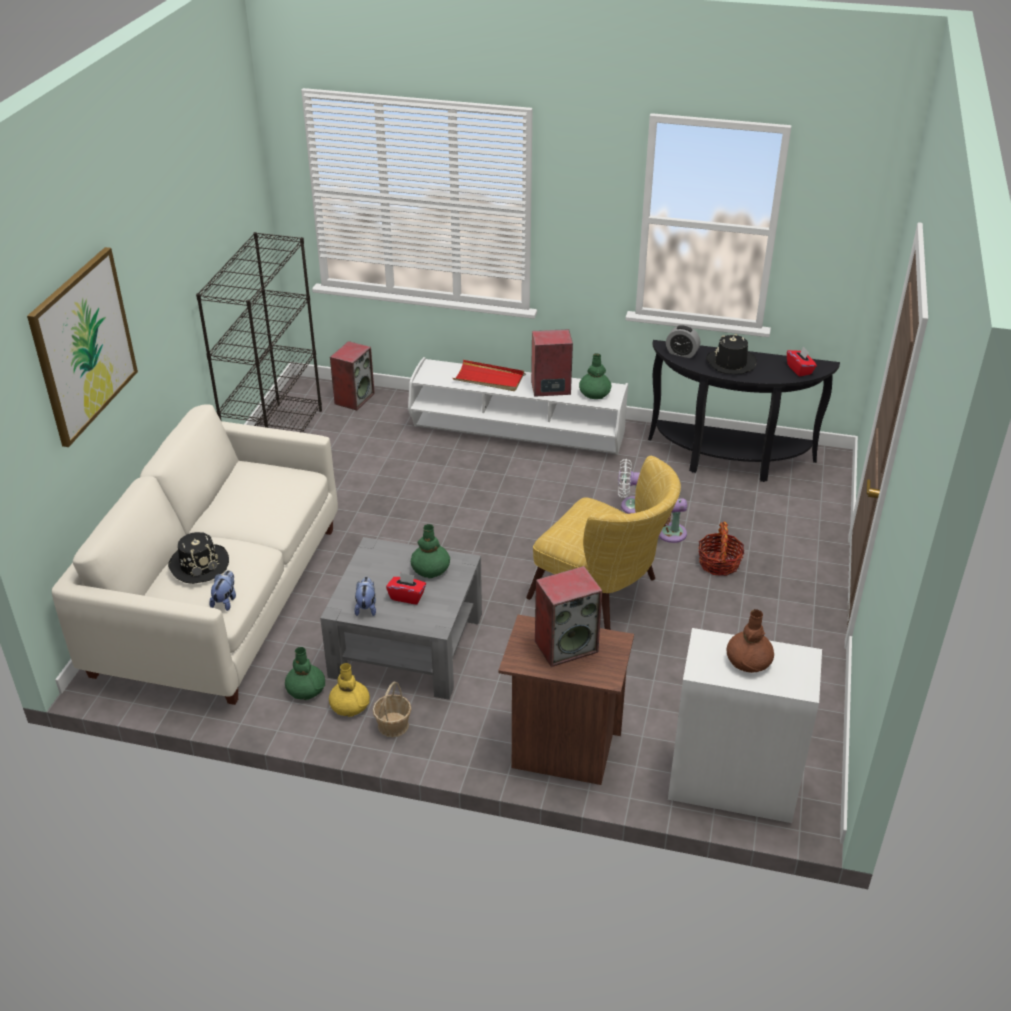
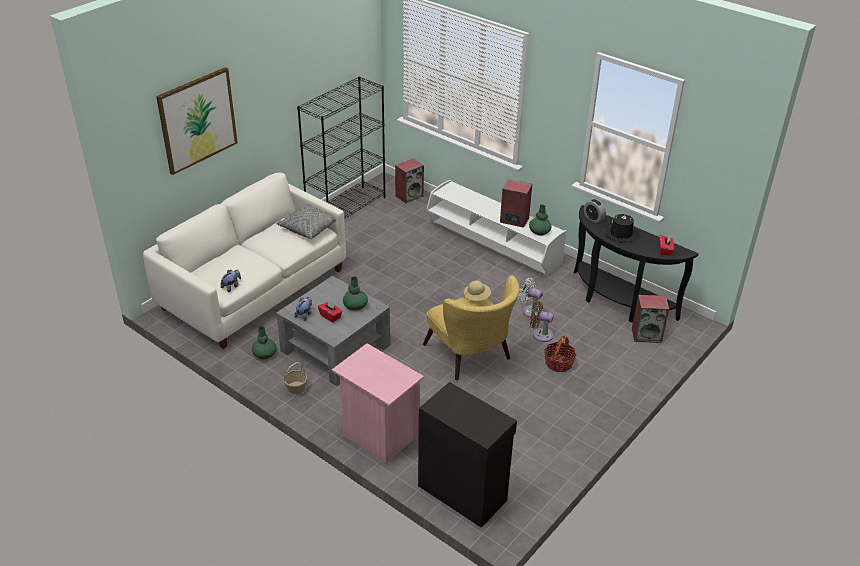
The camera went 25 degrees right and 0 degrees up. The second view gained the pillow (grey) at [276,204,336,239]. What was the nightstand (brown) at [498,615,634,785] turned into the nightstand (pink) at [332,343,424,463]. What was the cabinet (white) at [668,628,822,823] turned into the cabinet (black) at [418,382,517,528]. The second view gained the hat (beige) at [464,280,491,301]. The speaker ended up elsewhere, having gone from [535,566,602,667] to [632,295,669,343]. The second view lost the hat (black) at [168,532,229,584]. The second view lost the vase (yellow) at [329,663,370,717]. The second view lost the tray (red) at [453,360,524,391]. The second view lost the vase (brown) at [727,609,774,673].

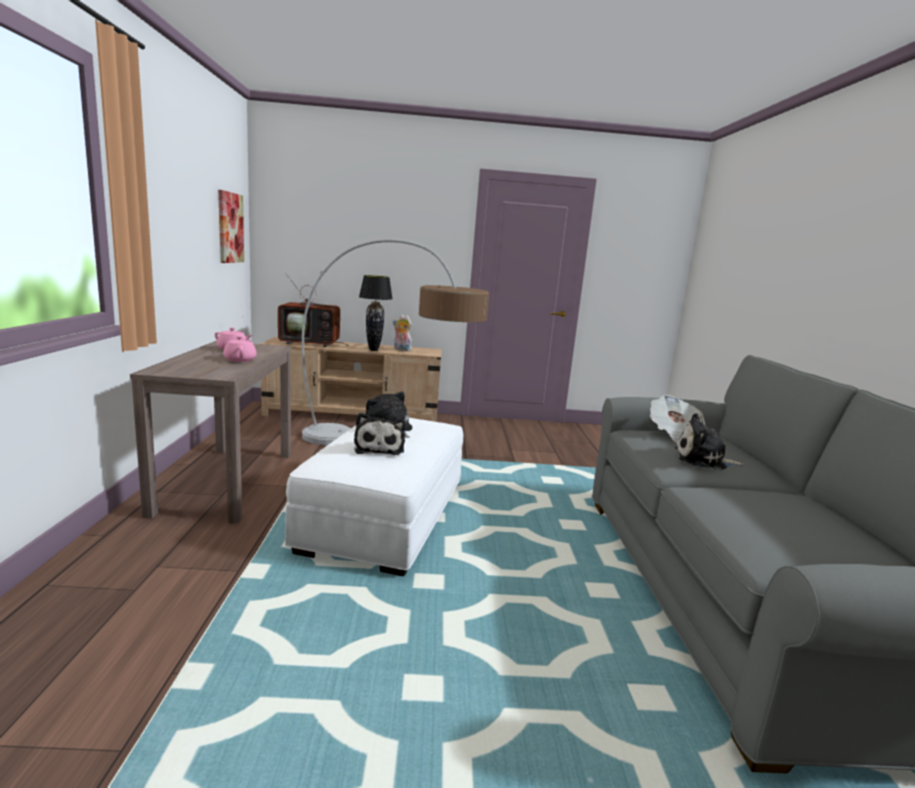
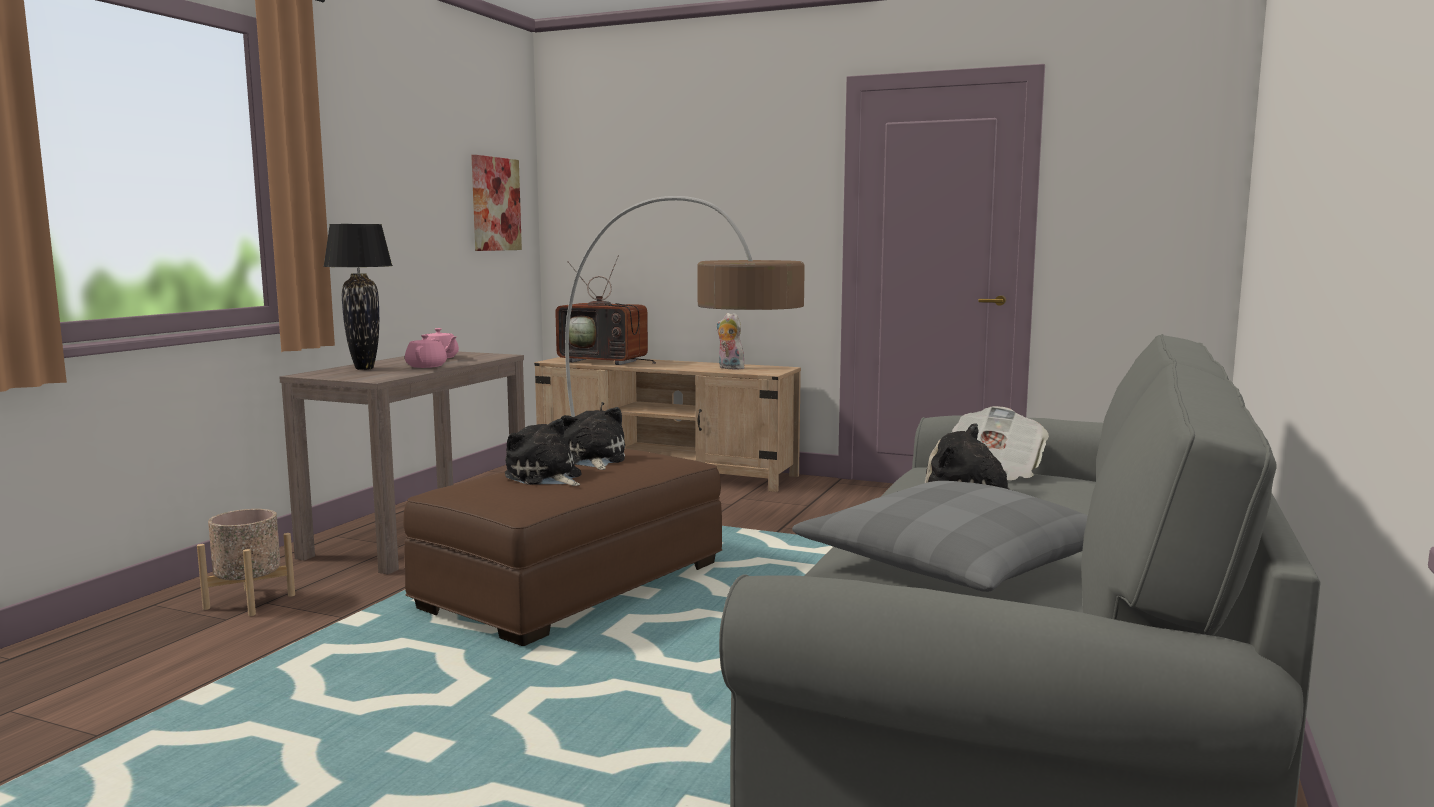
The camera went 25 degrees right and 5 degrees down. The second view gained the planter (beige) at [197,509,295,616]. The table lamp (black) ended up elsewhere, having gone from [359,275,393,351] to [323,224,393,370]. What was the ottoman (white) at [285,417,463,576] turned into the ottoman (brown) at [403,449,722,646]. The plush toy at [354,413,406,455] ended up facing another way, 120 degrees clockwise from before. The second view gained the pillow (grey) at [792,481,1088,592].

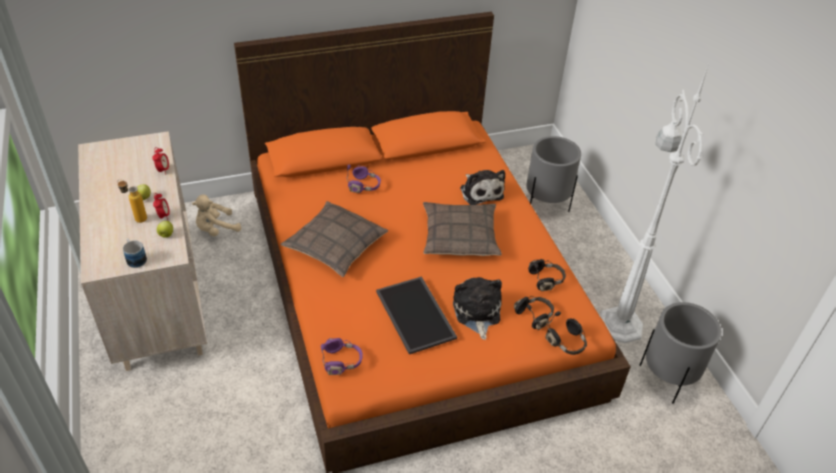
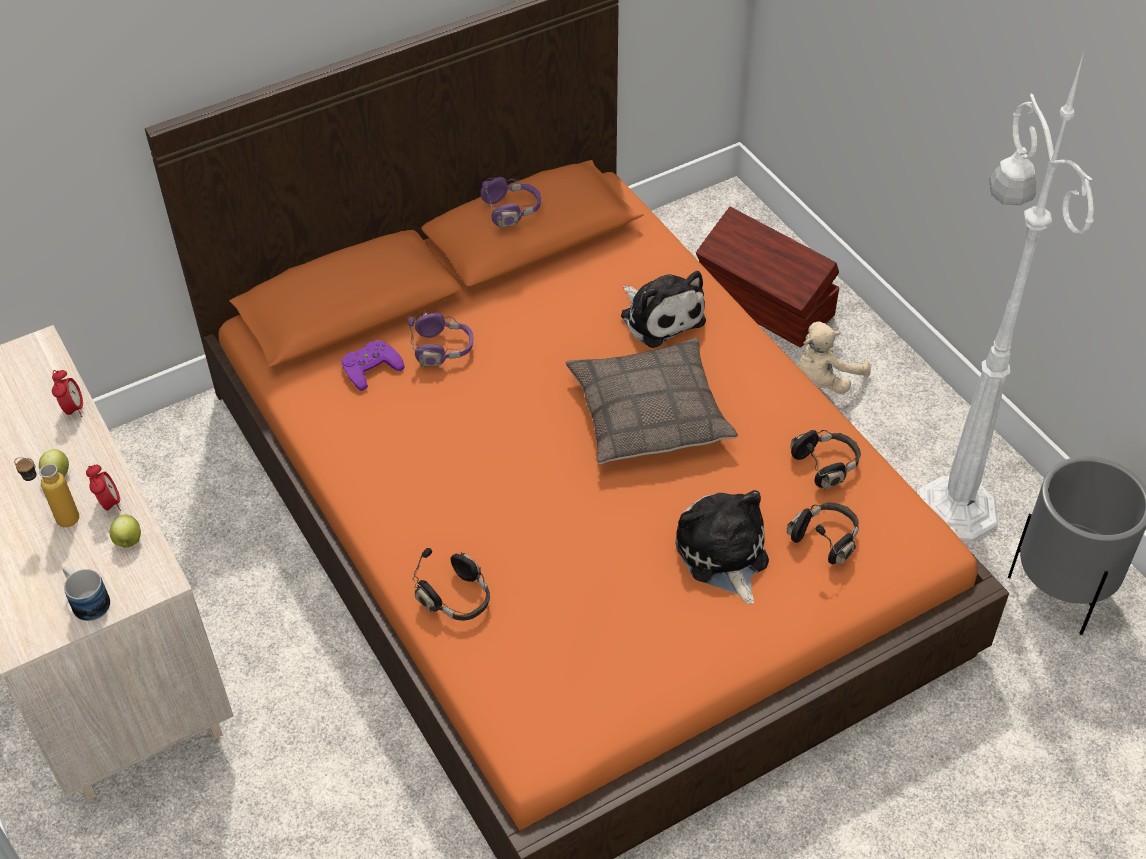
The camera went 10 degrees left and 5 degrees up. The second view gained the game controller (purple) at [341,340,405,391]. The headphones (black) ended up elsewhere, having gone from [545,311,587,355] to [412,548,490,620]. The headphones (purple) ended up elsewhere, having gone from [321,338,363,375] to [481,177,541,228]. Where the planter (grey) stood at [526,136,581,212], the storage box (brown) came to stand at [696,207,840,348]. The plush toy (beige) ended up elsewhere, having gone from [192,195,241,236] to [798,322,871,394]. The second view lost the pillow at [281,201,388,277]. The second view lost the tray at [376,276,457,354].

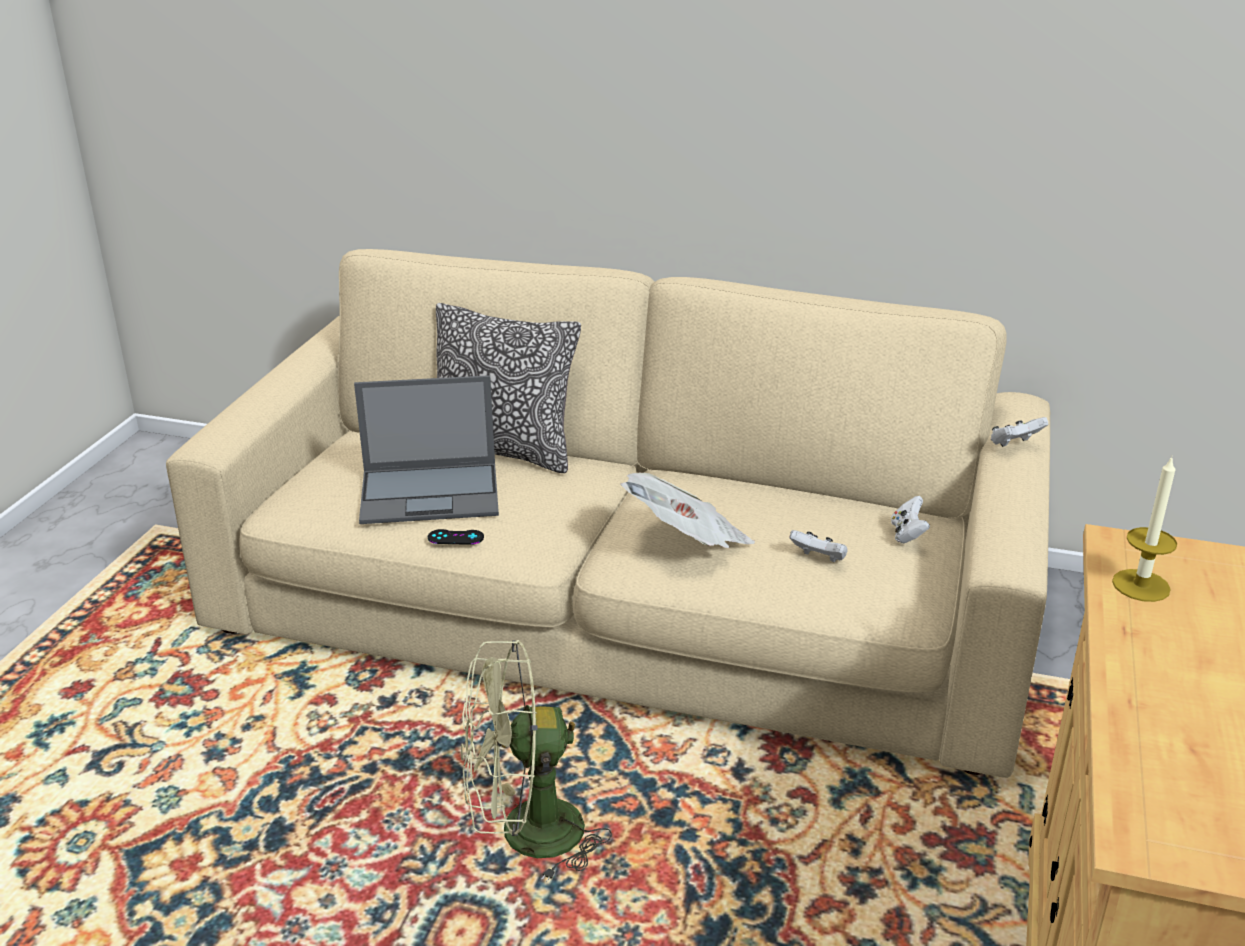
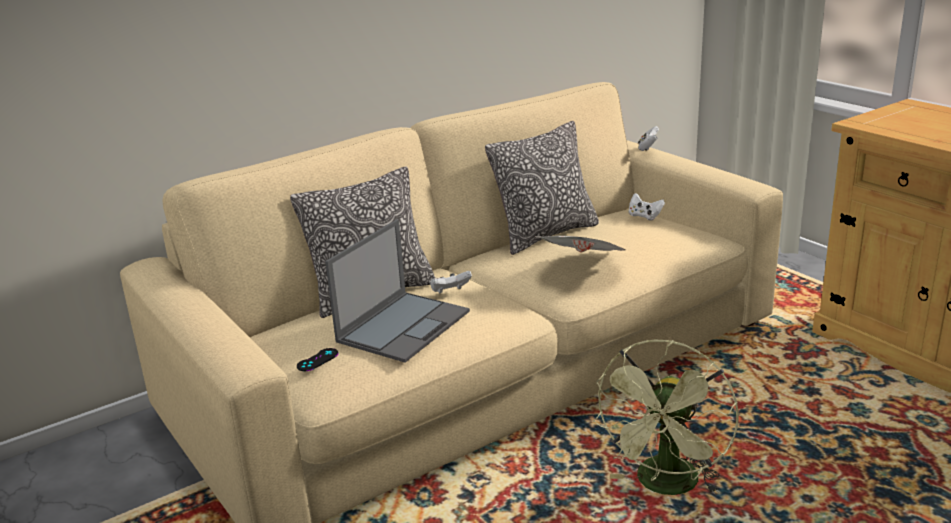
The camera went 50 degrees left and 5 degrees down. The game controller (black) ended up elsewhere, having gone from [428,529,484,545] to [297,348,338,371]. The game controller (white) ended up elsewhere, having gone from [790,530,848,562] to [430,271,472,294]. The second view gained the pillow at [485,121,599,255]. The second view lost the candle at [1112,456,1178,602].

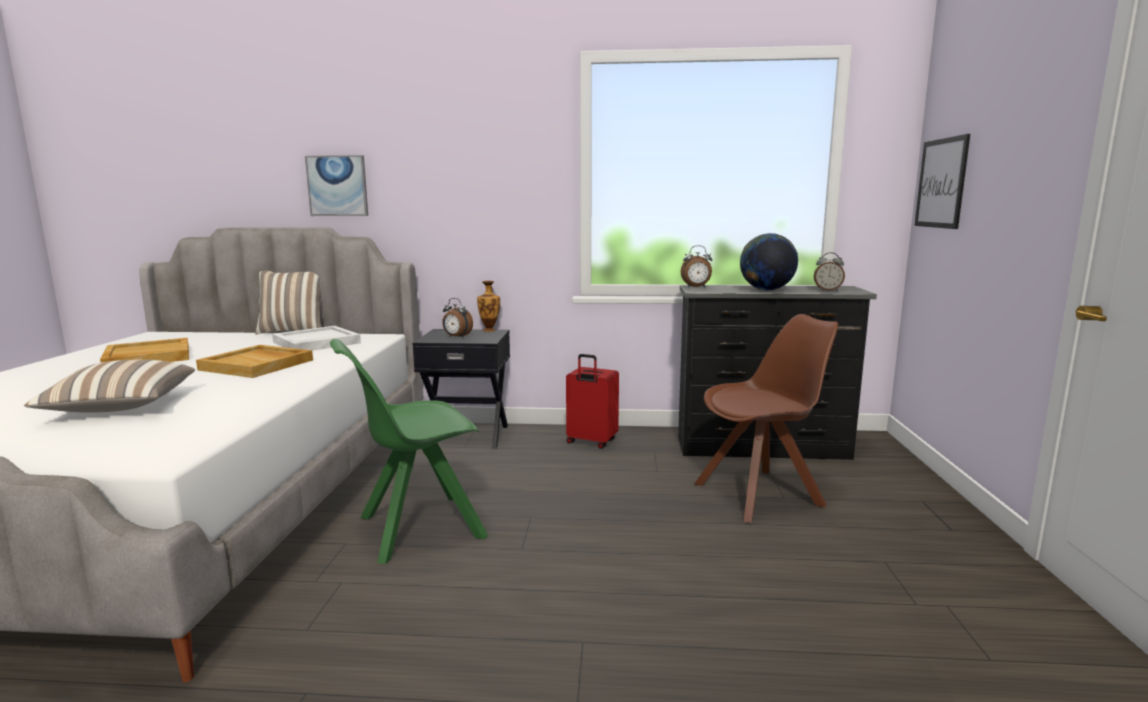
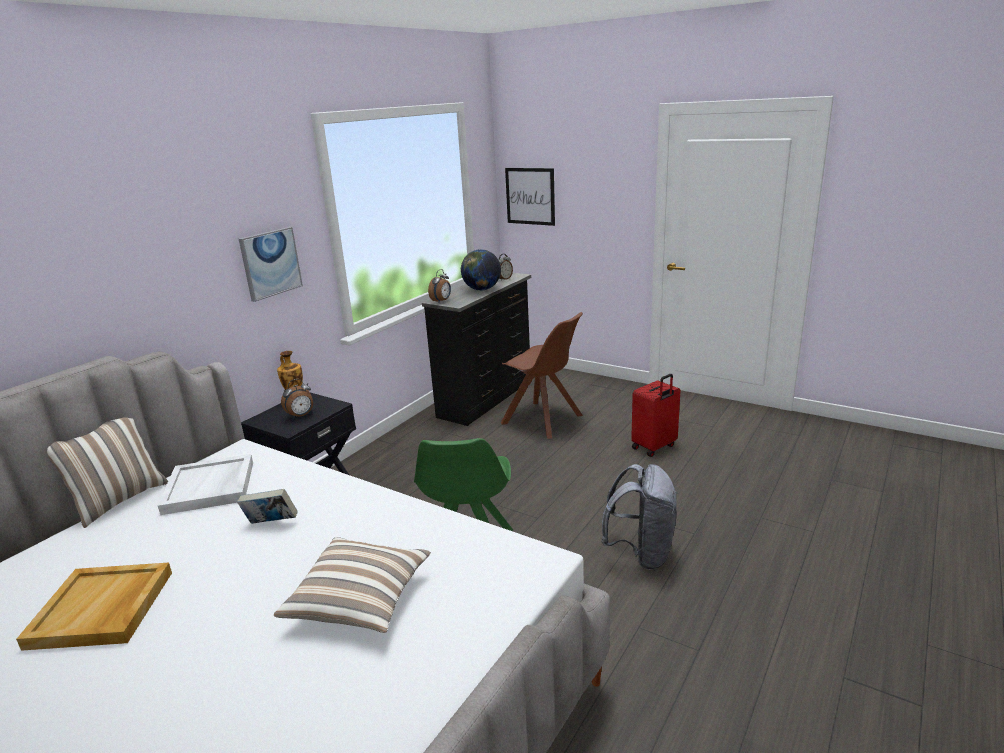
The camera went 60 degrees left and 10 degrees up. Where the tray (beige) stood at [196,345,313,378], the book came to stand at [237,489,298,524]. The picture ended up elsewhere, having gone from [305,155,368,216] to [239,227,303,302]. The chair (brown) at [694,314,838,523] ended up facing another way, 120 degrees clockwise from before. The second view gained the backpack (grey) at [601,464,678,570]. The suitcase (red) ended up elsewhere, having gone from [566,354,619,449] to [631,374,680,457].

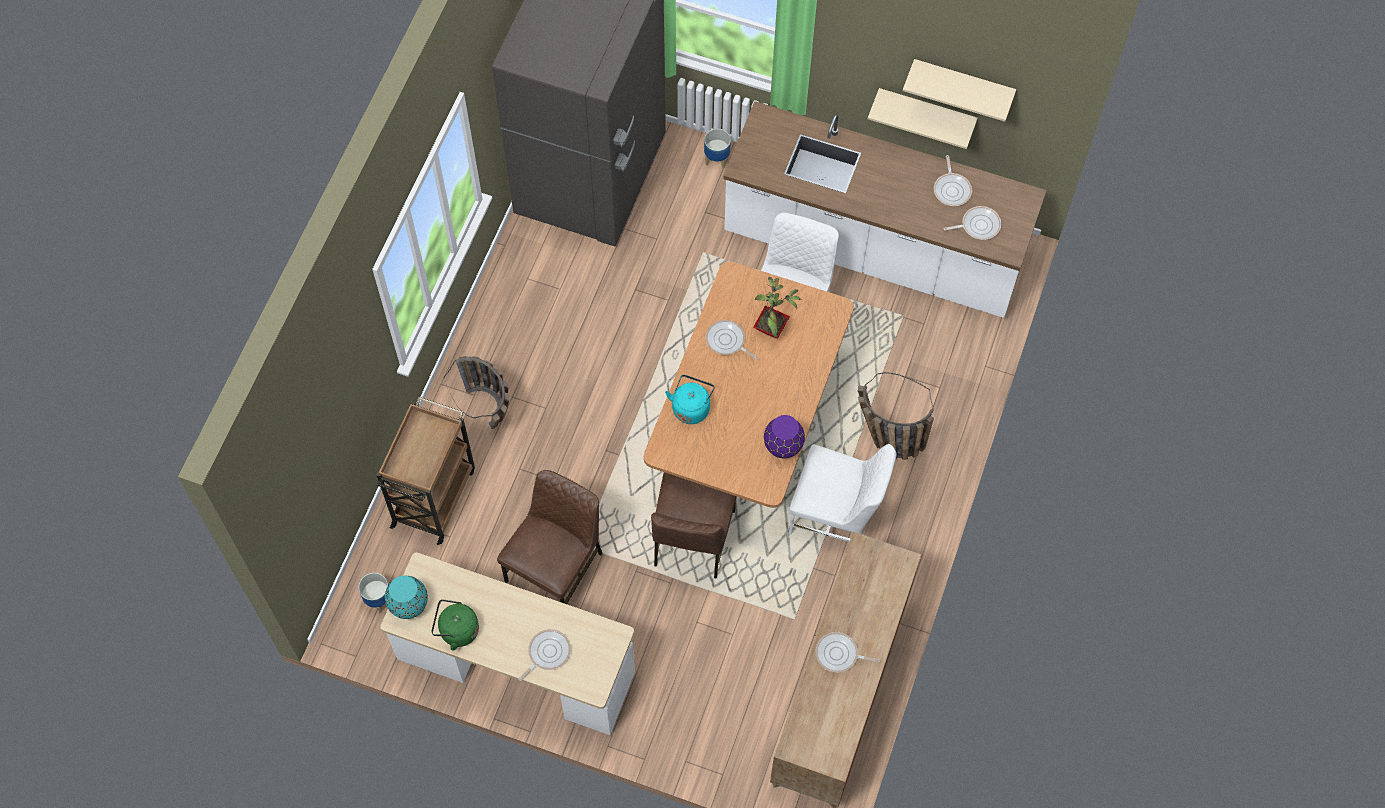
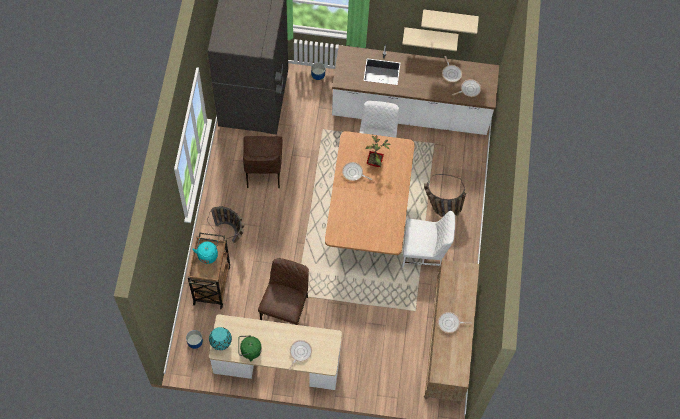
The camera went 15 degrees left and 0 degrees up. The kettle (turquoise) ended up elsewhere, having gone from [665,375,715,424] to [192,238,218,264]. The chair (brown) ended up elsewhere, having gone from [651,472,737,579] to [243,136,283,188]. The second view lost the vase (purple) at [764,415,805,458].

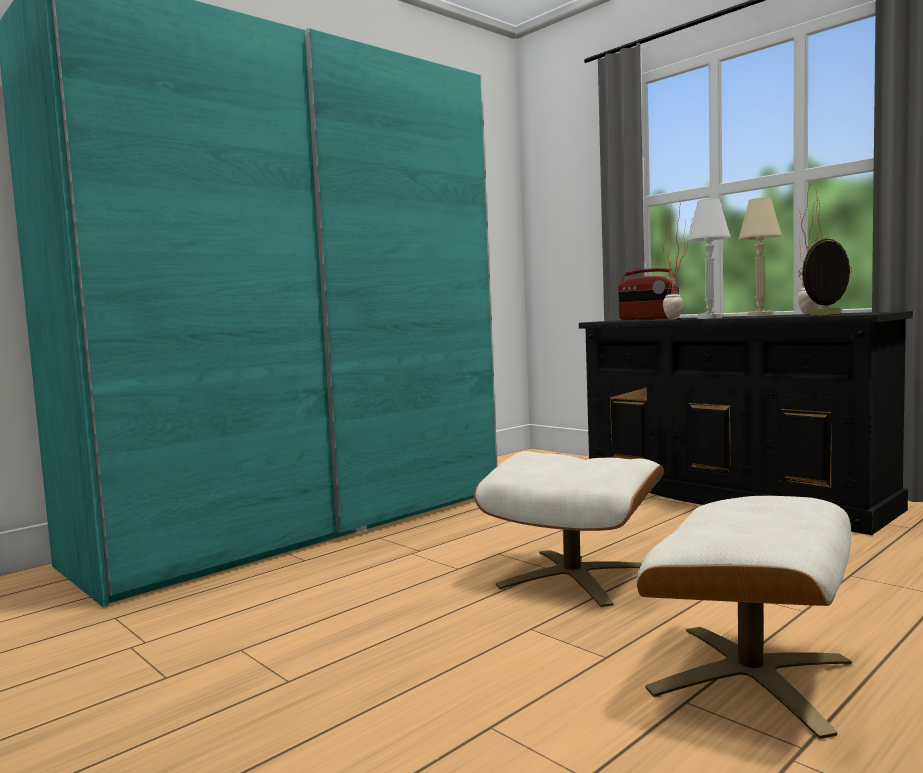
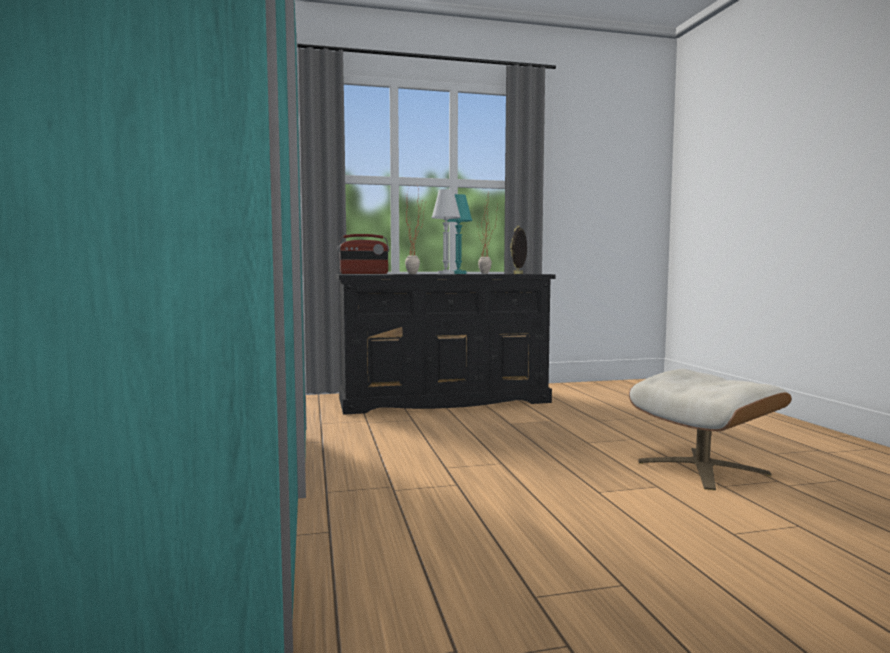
The camera went 60 degrees left and 0 degrees up. What was the table lamp (beige) at [739,198,782,316] turned into the table lamp (turquoise) at [447,194,472,274]. The second view lost the ottoman (beige) at [474,451,664,608].

